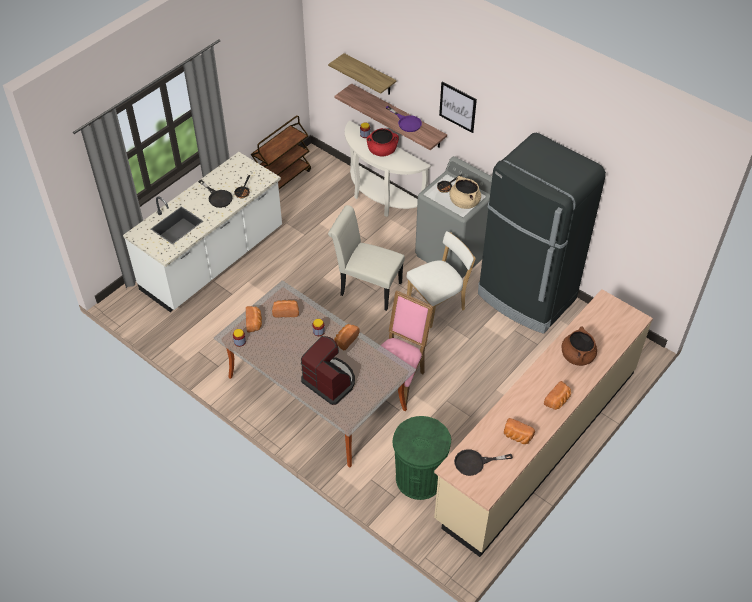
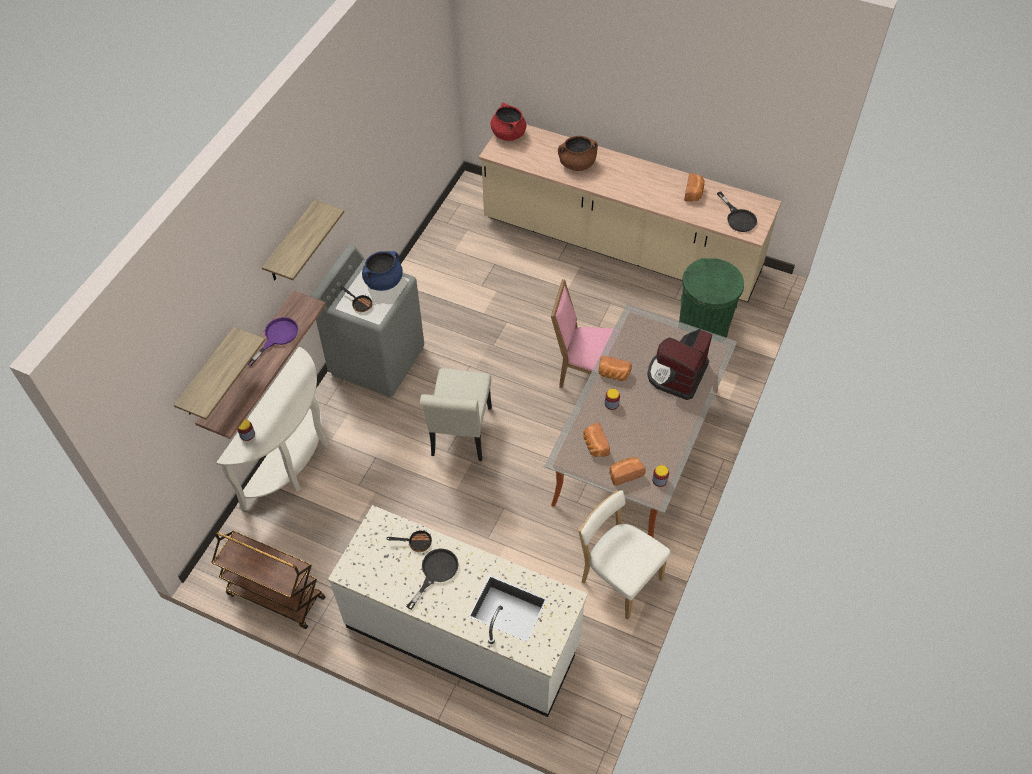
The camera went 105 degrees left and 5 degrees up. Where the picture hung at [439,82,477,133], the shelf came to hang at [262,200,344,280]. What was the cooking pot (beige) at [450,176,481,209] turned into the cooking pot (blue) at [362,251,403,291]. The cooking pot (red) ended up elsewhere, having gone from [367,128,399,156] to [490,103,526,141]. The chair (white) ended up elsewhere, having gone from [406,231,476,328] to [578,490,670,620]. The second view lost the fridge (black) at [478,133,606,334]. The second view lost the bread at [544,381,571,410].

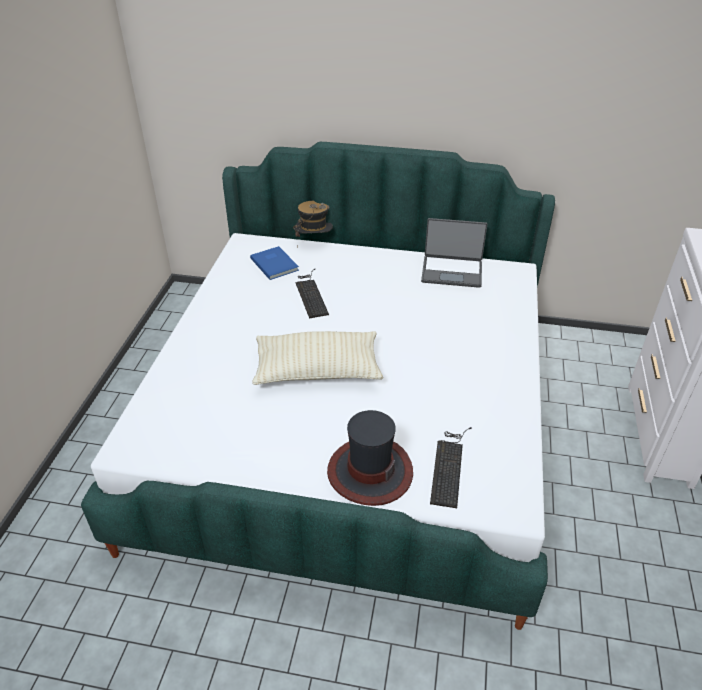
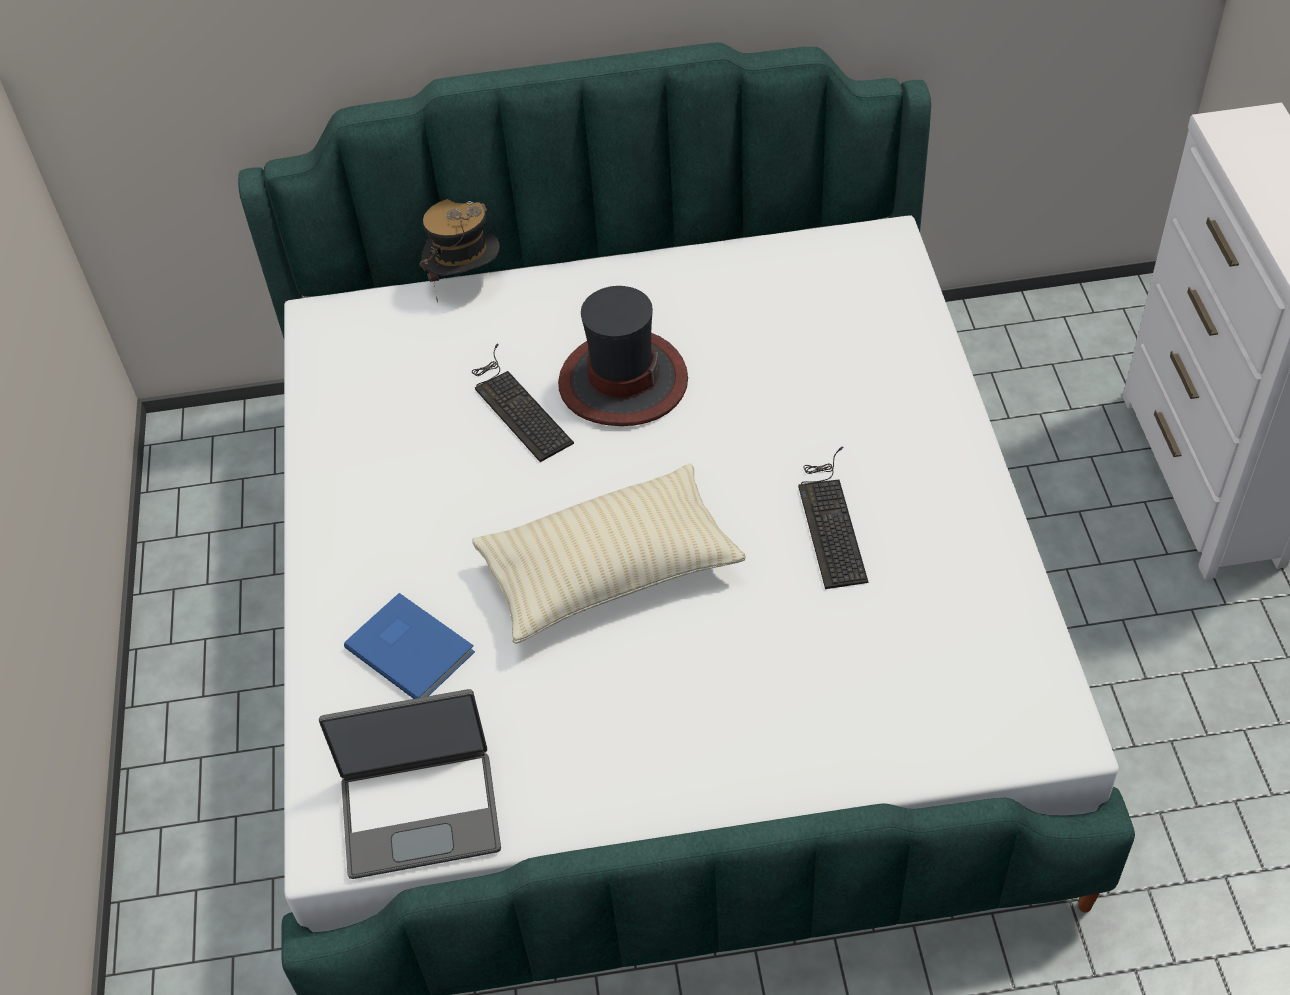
The camera went 15 degrees left and 10 degrees up. The laptop ended up elsewhere, having gone from [421,218,487,288] to [319,689,501,879]. The book (blue) ended up elsewhere, having gone from [250,246,299,280] to [344,593,475,699]. The hat ended up elsewhere, having gone from [327,410,413,506] to [558,286,688,426]. The keyboard ended up elsewhere, having gone from [430,427,472,508] to [798,446,868,589].

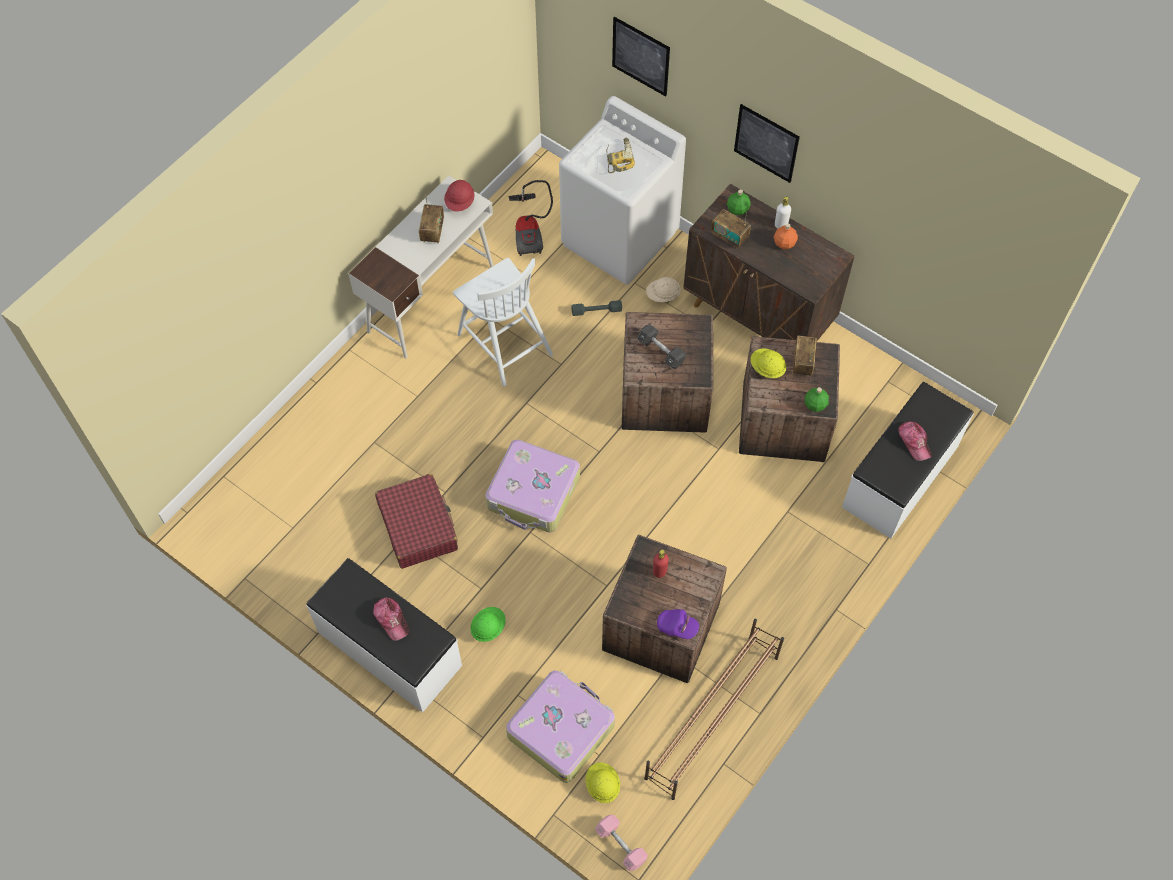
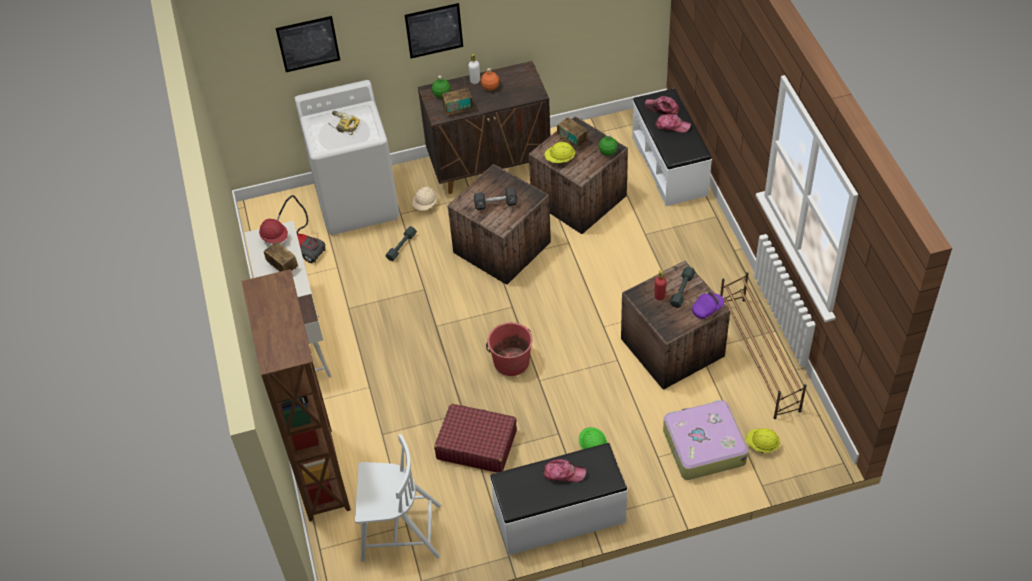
The camera went 50 degrees left and 10 degrees down. The second view gained the bookcase (brown) at [242,269,351,521]. The chair (white) ended up elsewhere, having gone from [453,258,553,386] to [355,434,441,562]. Where the suitcase stood at [485,439,580,533], the bucket (red) came to stand at [486,322,533,376]. The second view gained the cap at [645,96,679,115]. The second view gained the dumbbell (grey) at [670,266,696,308]. The second view lost the dumbbell (pink) at [595,815,648,871].

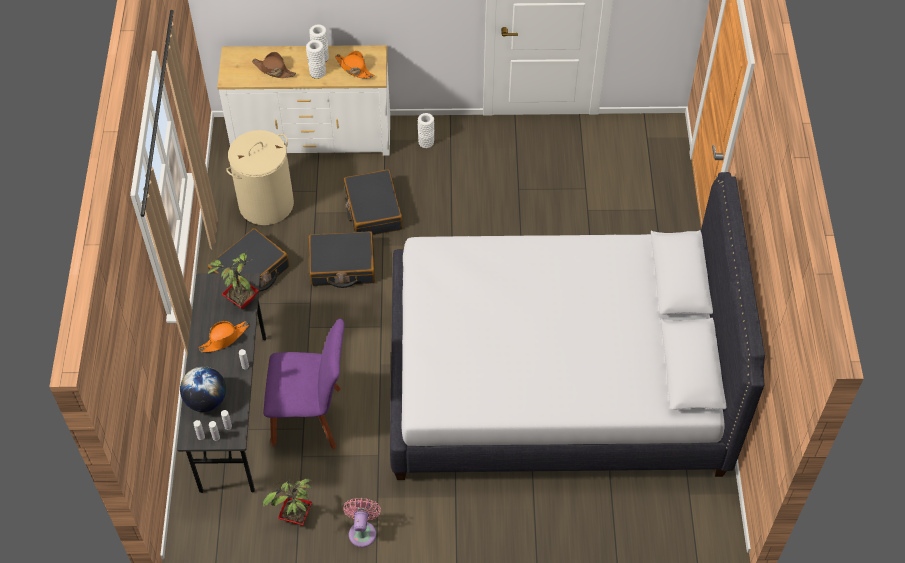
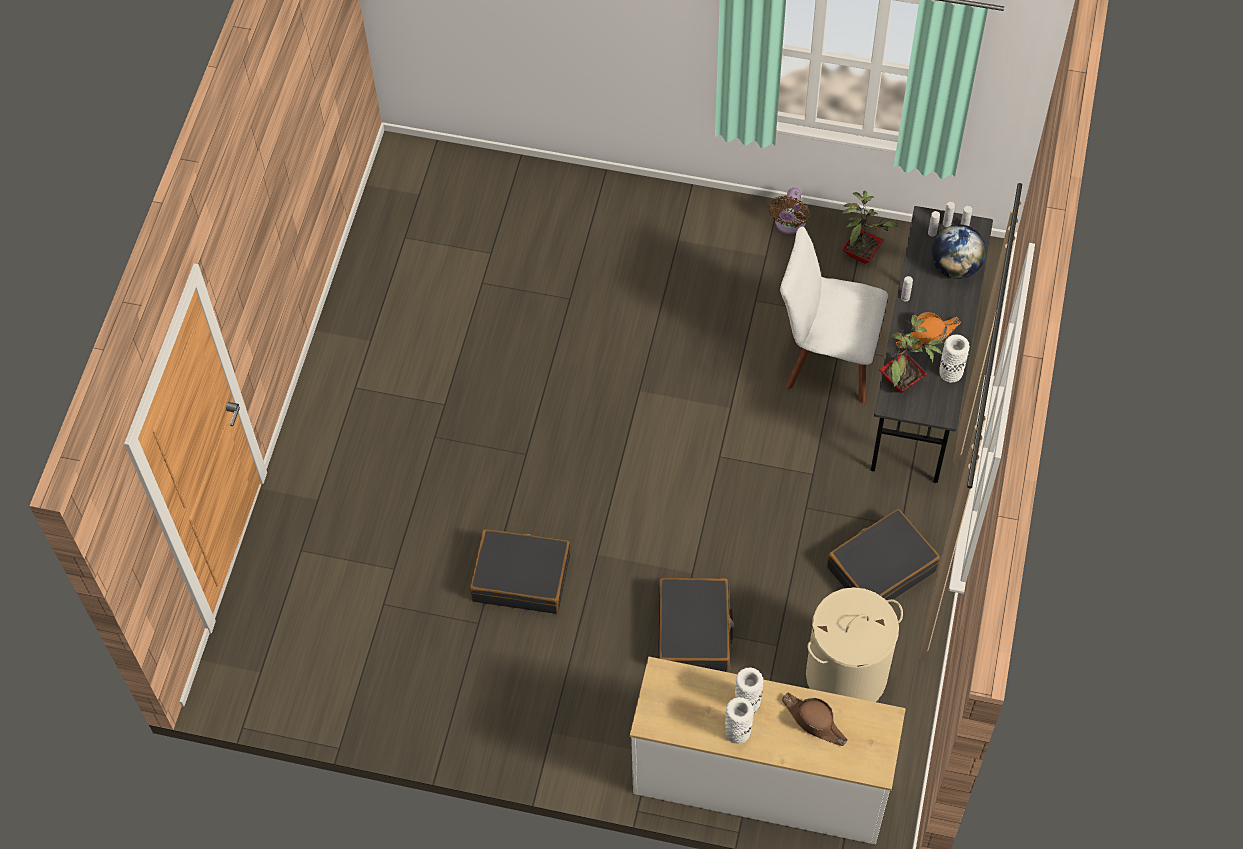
The camera went 165 degrees left and 5 degrees up. The suitcase (black) ended up elsewhere, having gone from [309,231,375,288] to [470,529,570,614]. What was the fan (pink) at [343,498,381,547] turned into the fan (brown) at [768,188,810,234]. What was the chair (purple) at [263,319,345,450] turned into the chair (white) at [780,227,888,403]. The vase (white) ended up elsewhere, having gone from [418,113,434,148] to [939,334,970,383]. The second view lost the hat (orange) at [335,51,374,78]. The second view lost the bed (white) at [390,172,765,480].

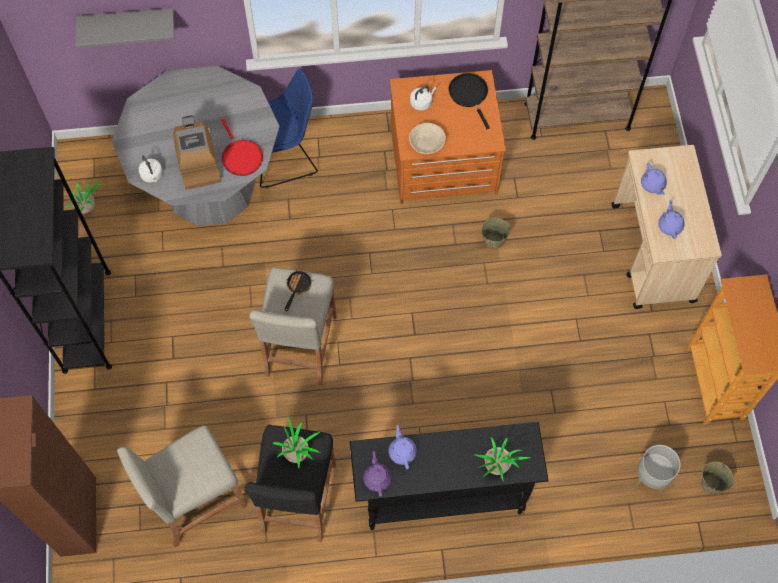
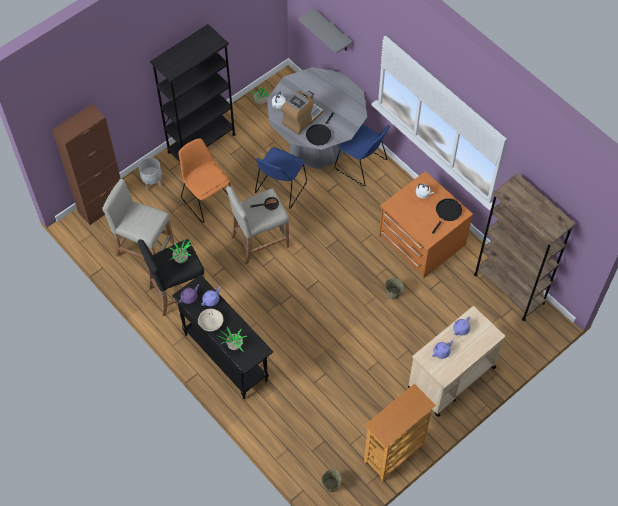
The camera went 55 degrees right and 5 degrees down. The planter (grey) ended up elsewhere, having gone from [636,445,681,494] to [139,158,162,191]. The second view gained the chair (orange) at [179,138,231,223]. The bowl (beige) ended up elsewhere, having gone from [409,123,446,154] to [198,309,223,331]. The second view gained the chair (blue) at [255,147,307,209]. What was the frying pan (red) at [221,119,263,176] turned into the frying pan (black) at [306,112,334,145].

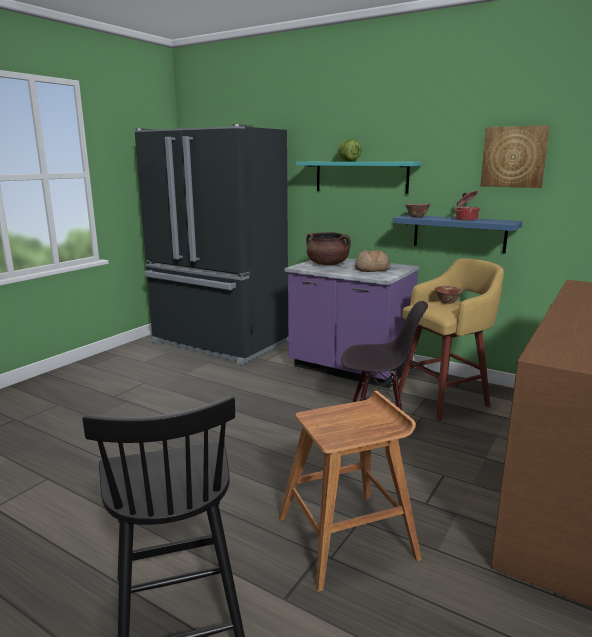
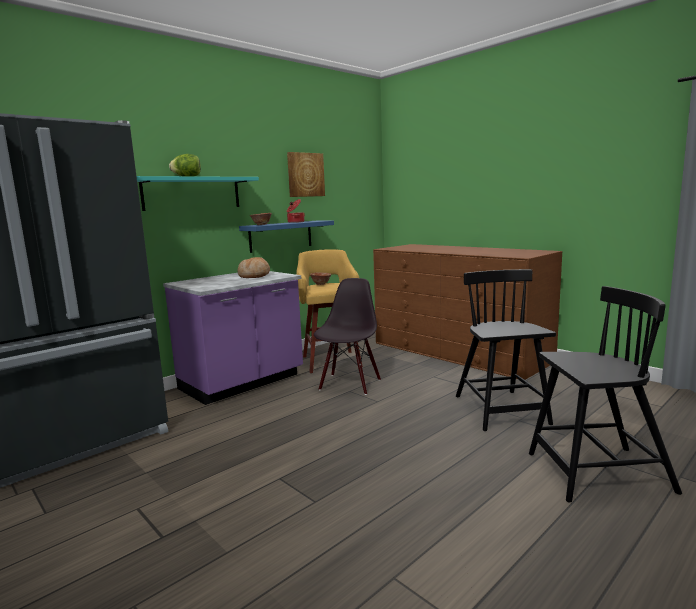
The camera went 75 degrees left and 5 degrees down. Where the stool (brown) stood at [279,391,422,592], the chair (black) came to stand at [456,269,556,431]. The second view lost the cooking pot (brown) at [306,232,351,265].

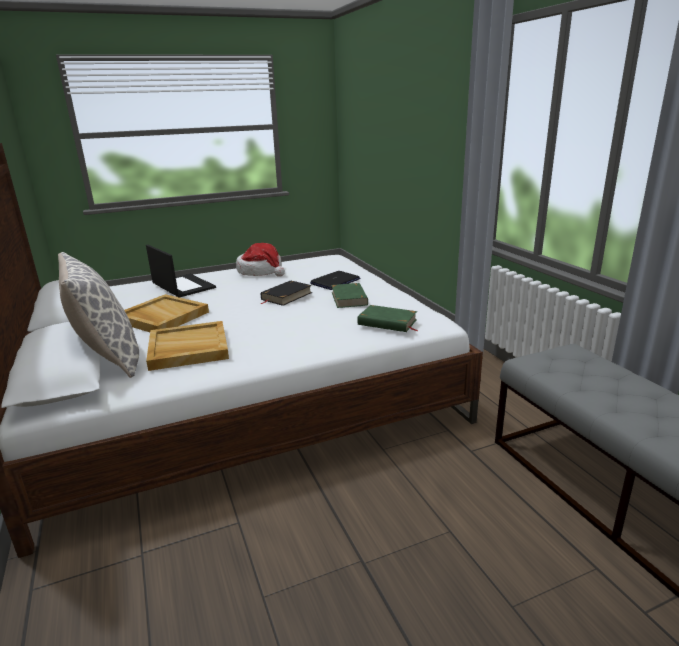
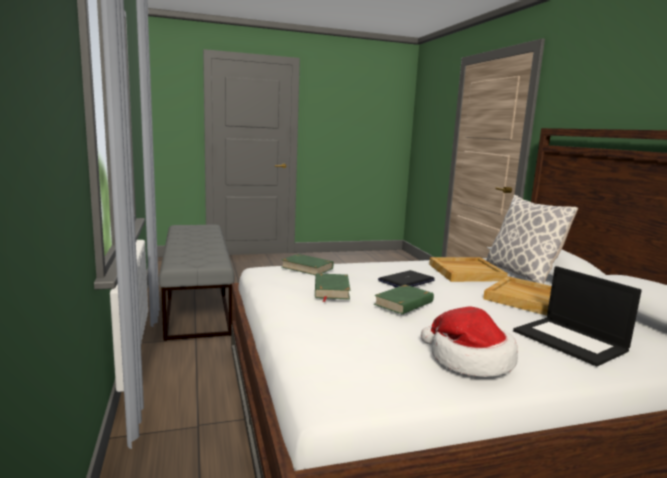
The camera went 175 degrees left and 10 degrees down. What was the book (black) at [260,280,312,306] turned into the book (green) at [374,285,434,314]. The laptop ended up elsewhere, having gone from [310,271,360,290] to [378,270,435,288].

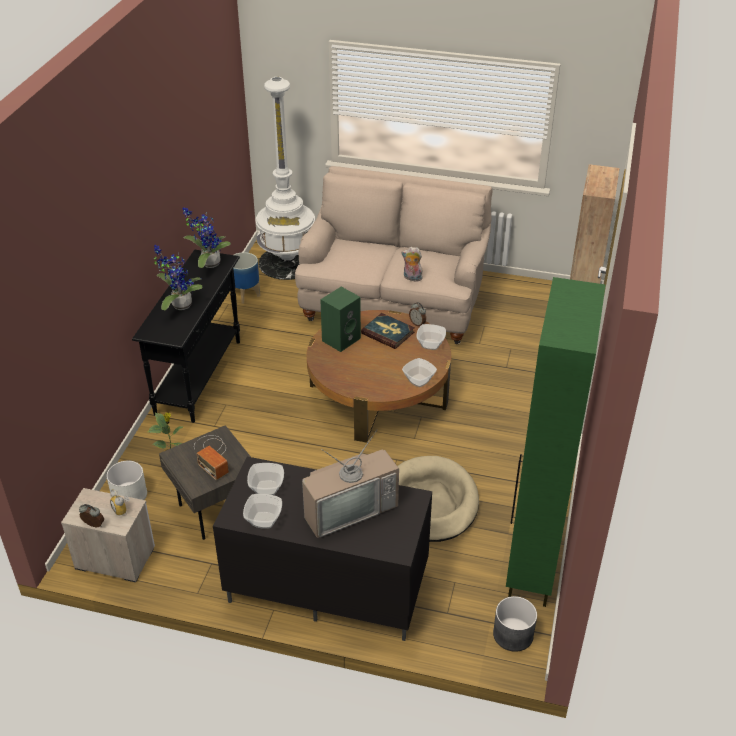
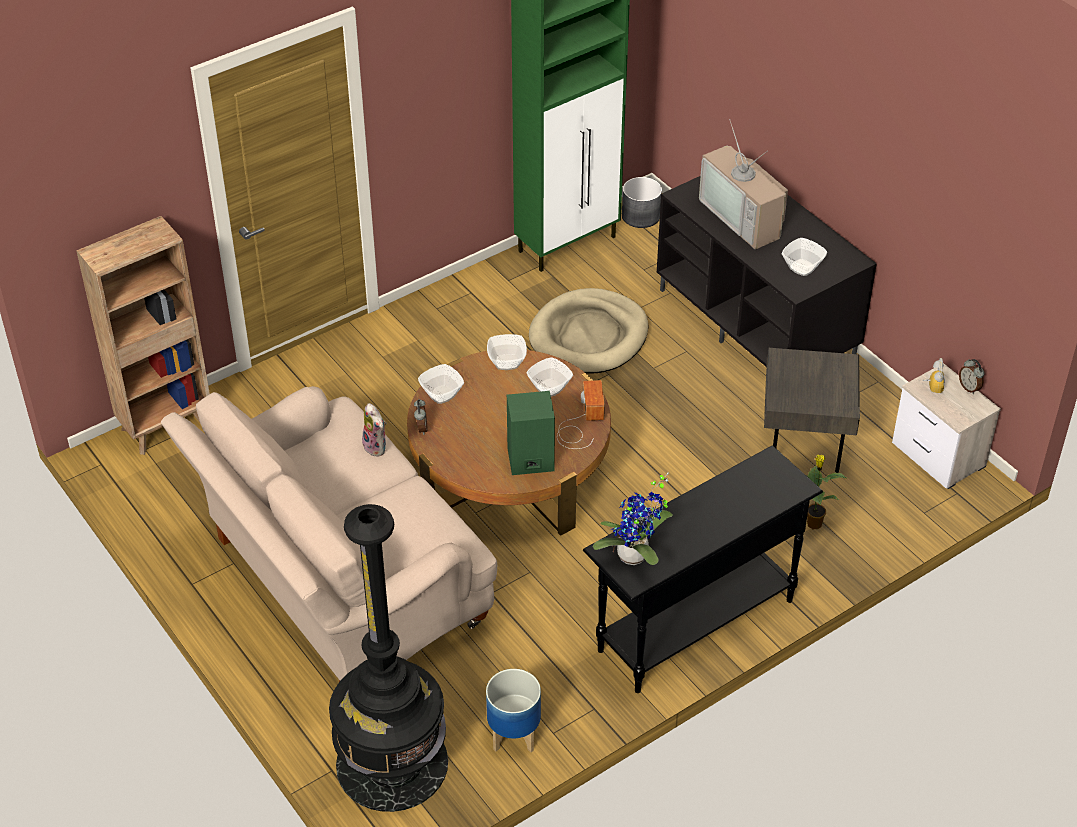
The camera went 140 degrees left and 5 degrees up. What was the floor lamp (white) at [255,77,315,280] turned into the floor lamp (black) at [329,504,448,812]. The bowl ended up elsewhere, having gone from [243,494,282,529] to [527,357,573,397]. The radio ended up elsewhere, having gone from [194,435,229,480] to [557,380,605,449]. The television at [302,430,399,538] ended up facing another way, 135 degrees counterclockwise from before. The second view lost the planter (white) at [106,461,147,500]. The second view lost the potted plant at [154,245,203,310]. The second view lost the book at [361,313,415,349].

